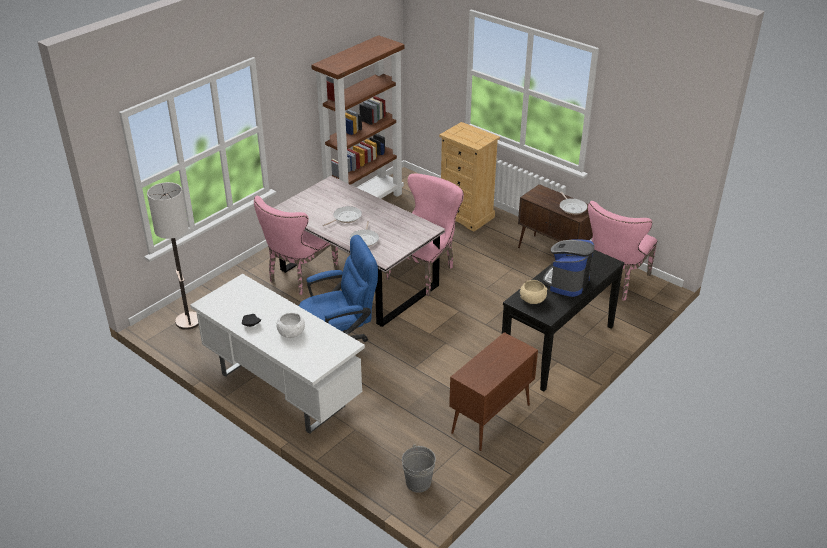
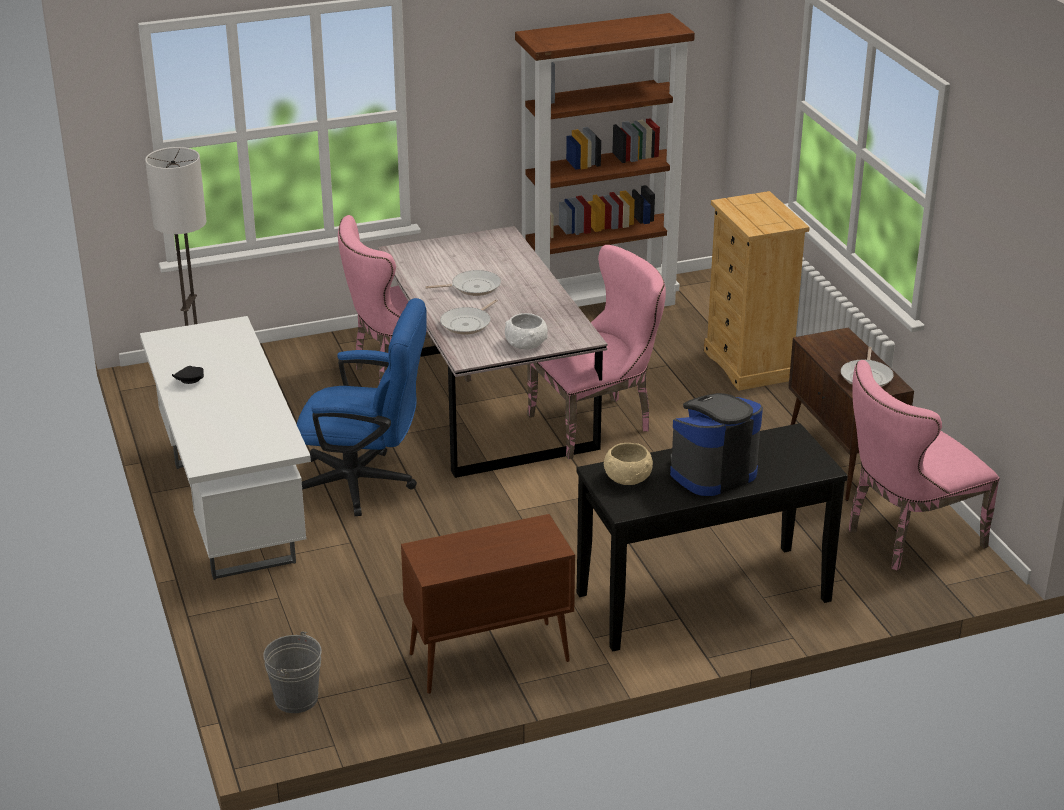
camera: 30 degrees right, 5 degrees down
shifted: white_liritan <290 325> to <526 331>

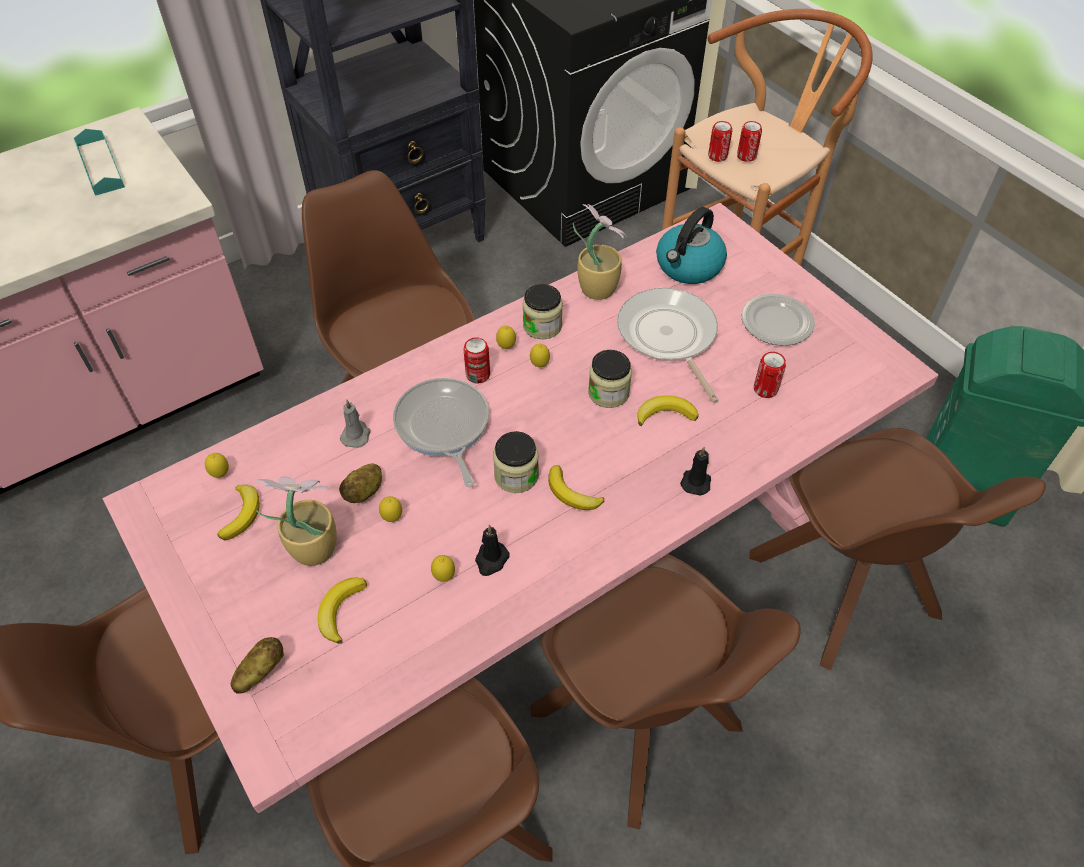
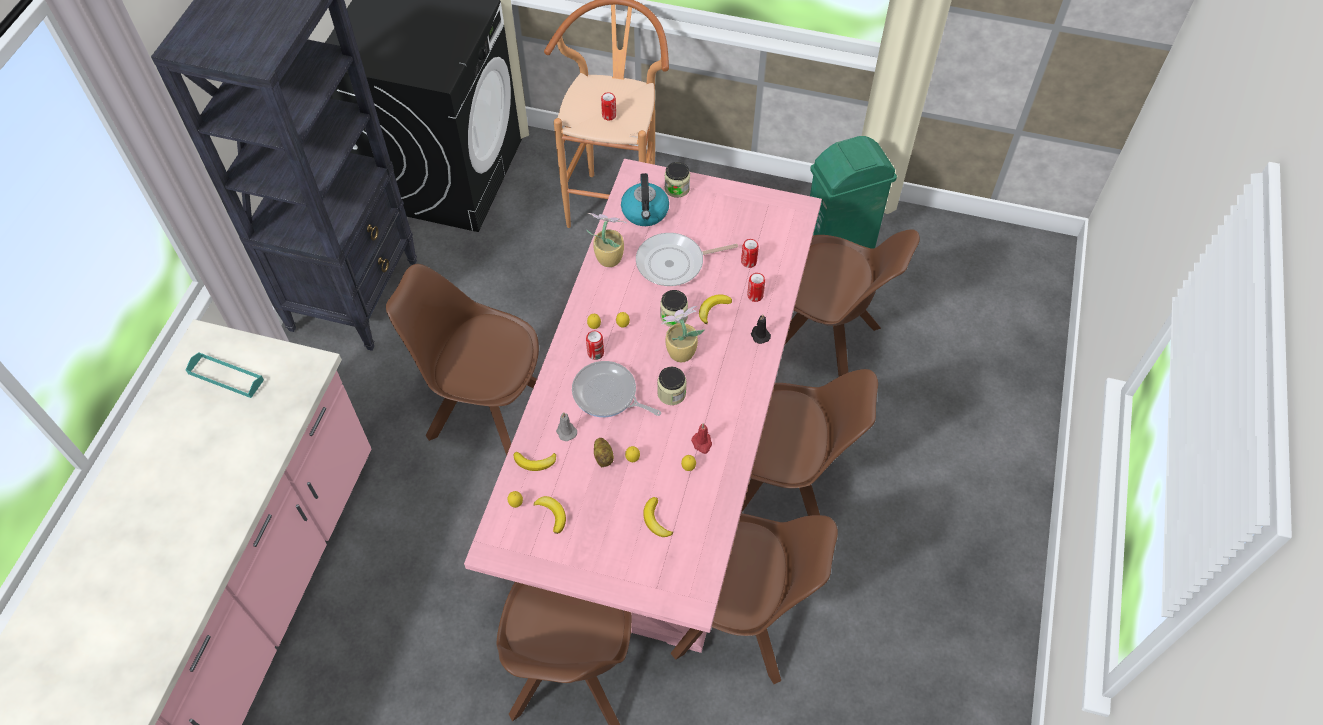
camera: 40 degrees left, 5 degrees up
gone: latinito <778 320>; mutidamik <257 665>
shifted: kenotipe <720 141> to <756 287>; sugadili <542 311> to <677 180>; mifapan <576 487> to <535 461>; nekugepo <296 521> to <683 334>
repainted: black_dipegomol <492 550> to red_dipegomol <701 438>
rotated: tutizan <668 345> = <687 259> 45 degrees counterclockwise

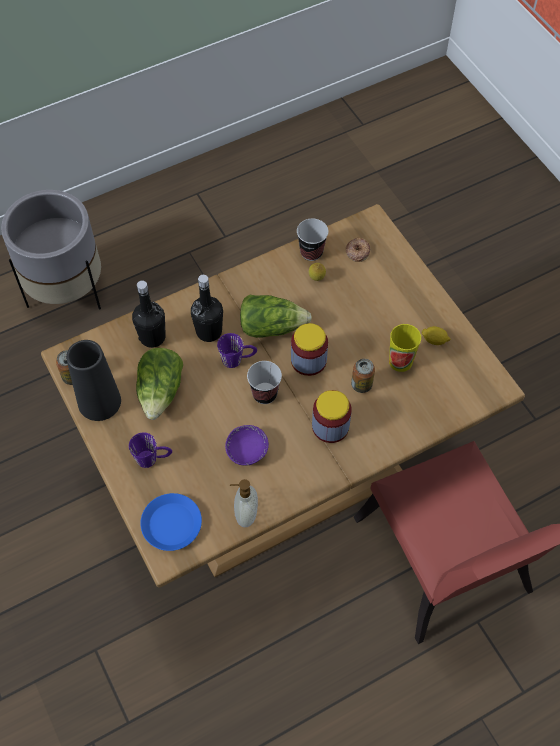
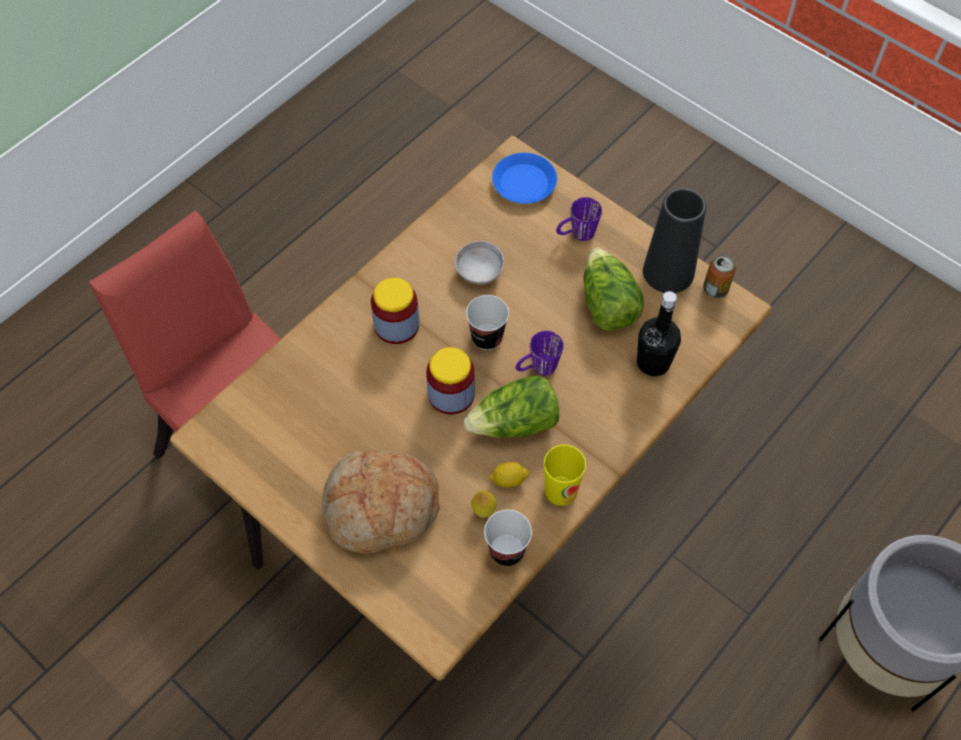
camera: 160 degrees right, 0 degrees up
gone: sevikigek <357 250>; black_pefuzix <207 308>; kenotipe <363 376>; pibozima <244 503>
new: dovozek <381 502>
shifted: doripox <405 348> to <565 475>; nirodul <436 335> to <509 475>
repainted: purple_liritan <247 445> to grey_liritan <479 263>

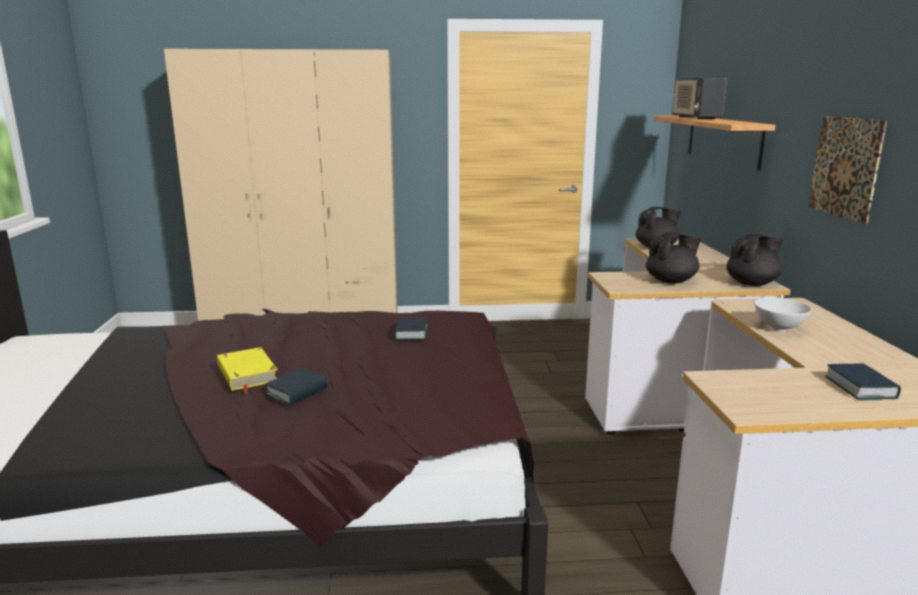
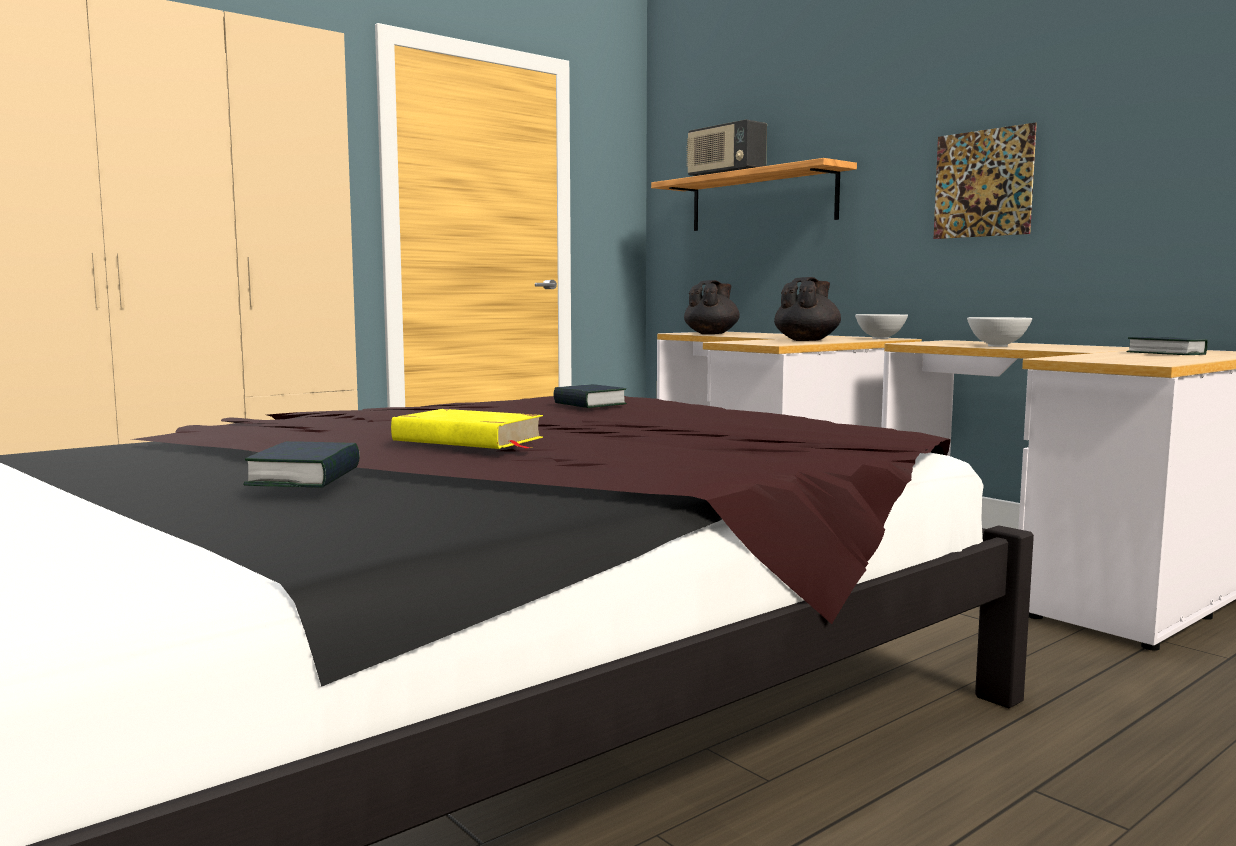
camera: 35 degrees left, 10 degrees down
shifted: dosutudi <296 386> to <301 464>
swapped: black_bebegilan <754 260> to white_liritan <881 326>

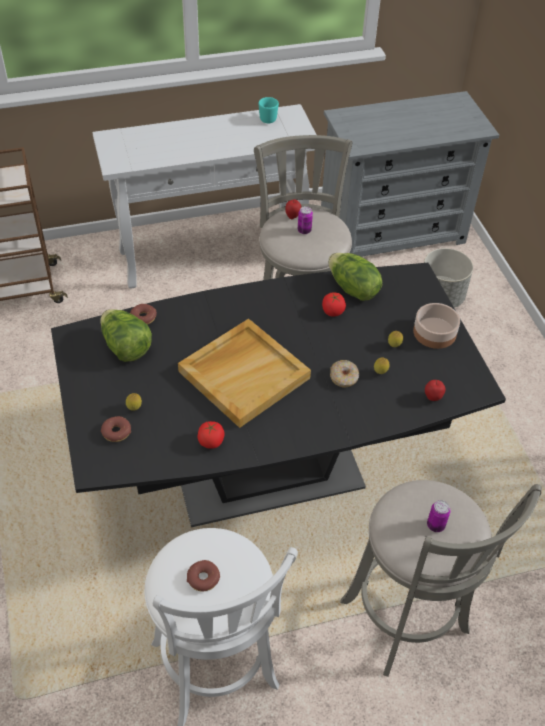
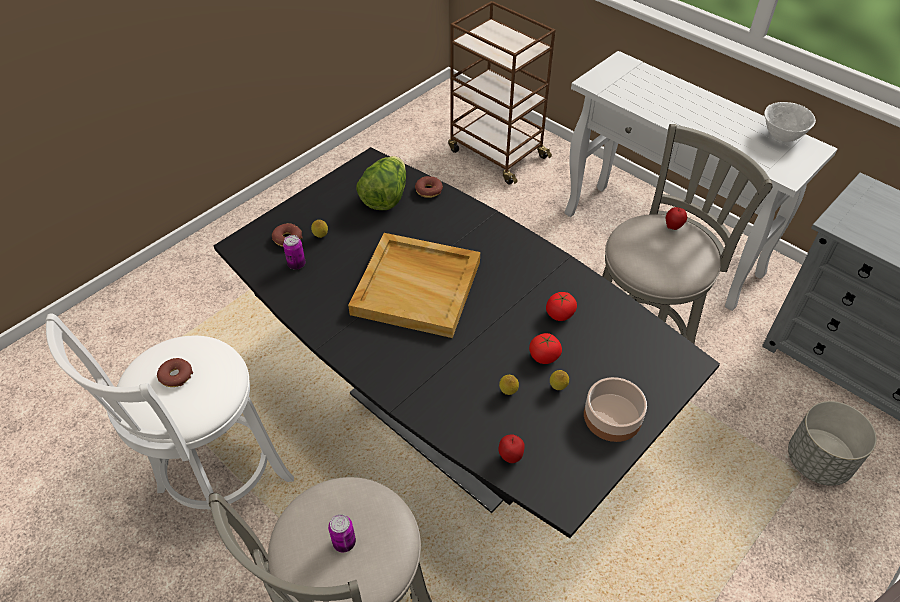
camera: 60 degrees right, 0 degrees up
gone: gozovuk <355 277>; sevikigek <344 374>
shifted: kenotipe <305 220> to <294 252>; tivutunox <211 435> to <545 348>
swapped: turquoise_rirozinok <269 110> to white_liritan <790 122>

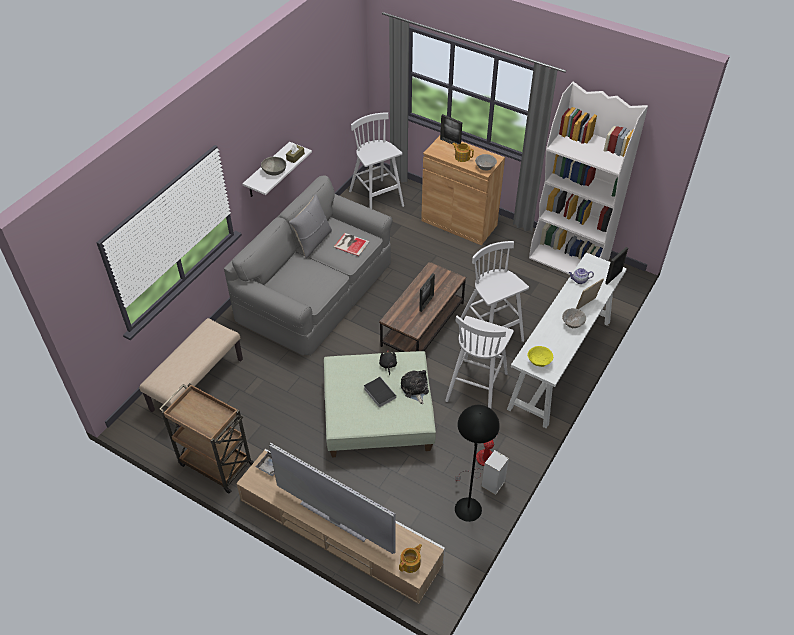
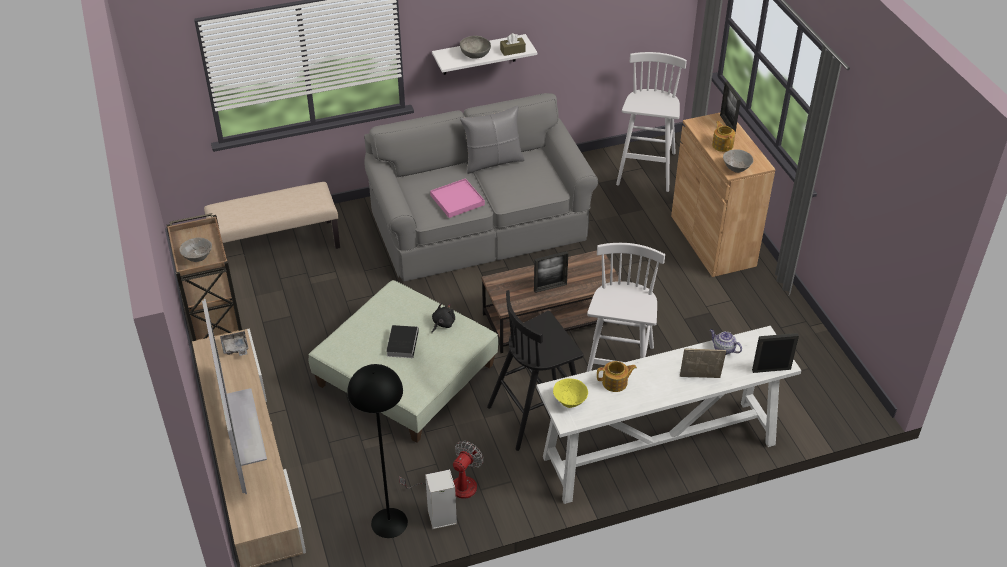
camera: 40 degrees right, 5 degrees down
gone: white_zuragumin <588 178>; dosutudi <352 244>; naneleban <415 387>
new: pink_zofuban <457 198>
shifted: grey_liritan <574 318> to <195 249>; bebegilan <410 558> to <617 376>
repainted: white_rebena <479 361> to black_rebena <535 370>

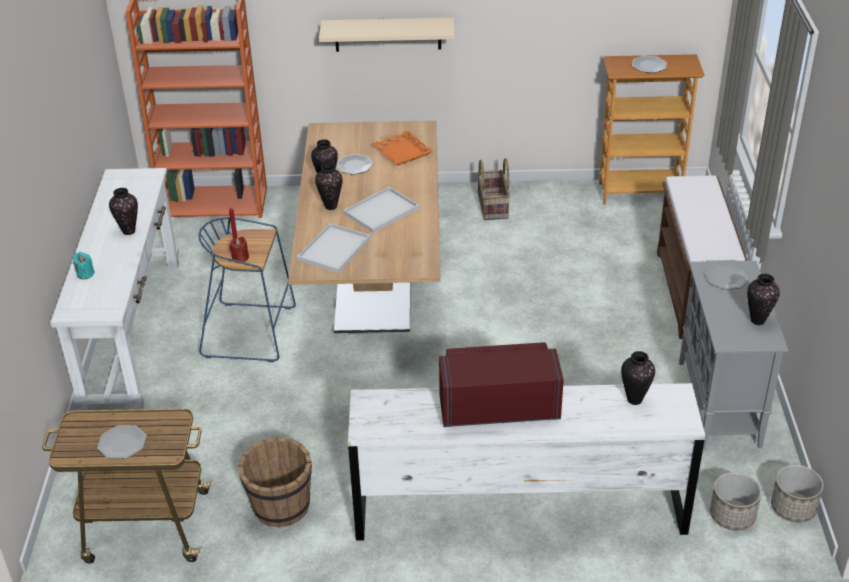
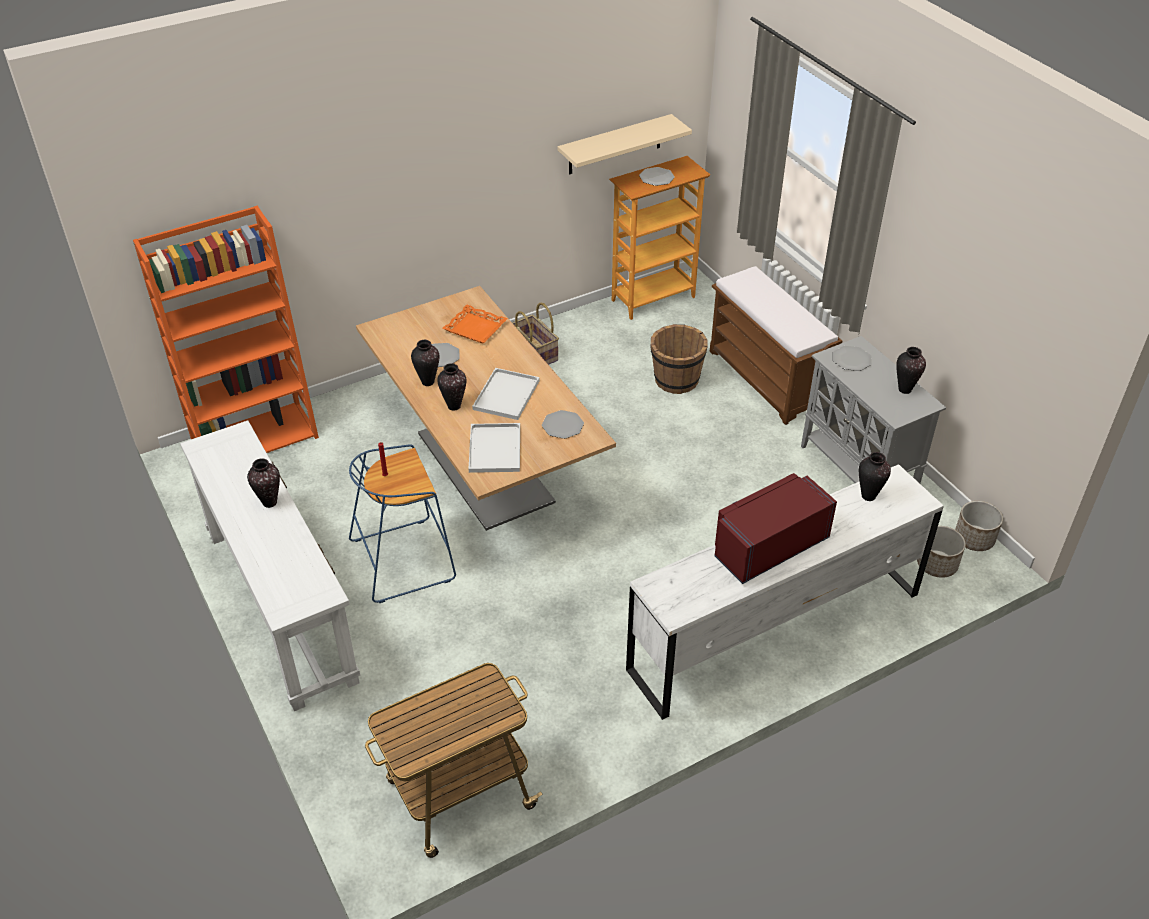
camera: 30 degrees left, 5 degrees up
gone: red_dipegomol <239 250>; turquoise_dipegomol <84 265>
shifted: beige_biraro <387 35> to <625 144>; latinito <122 442> to <563 424>; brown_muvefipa <275 482> to <679 359>

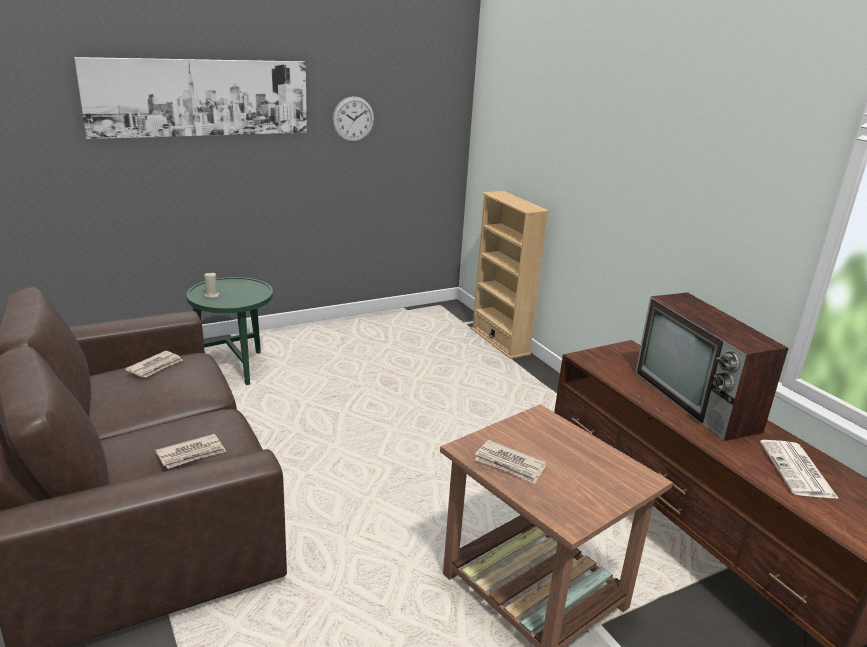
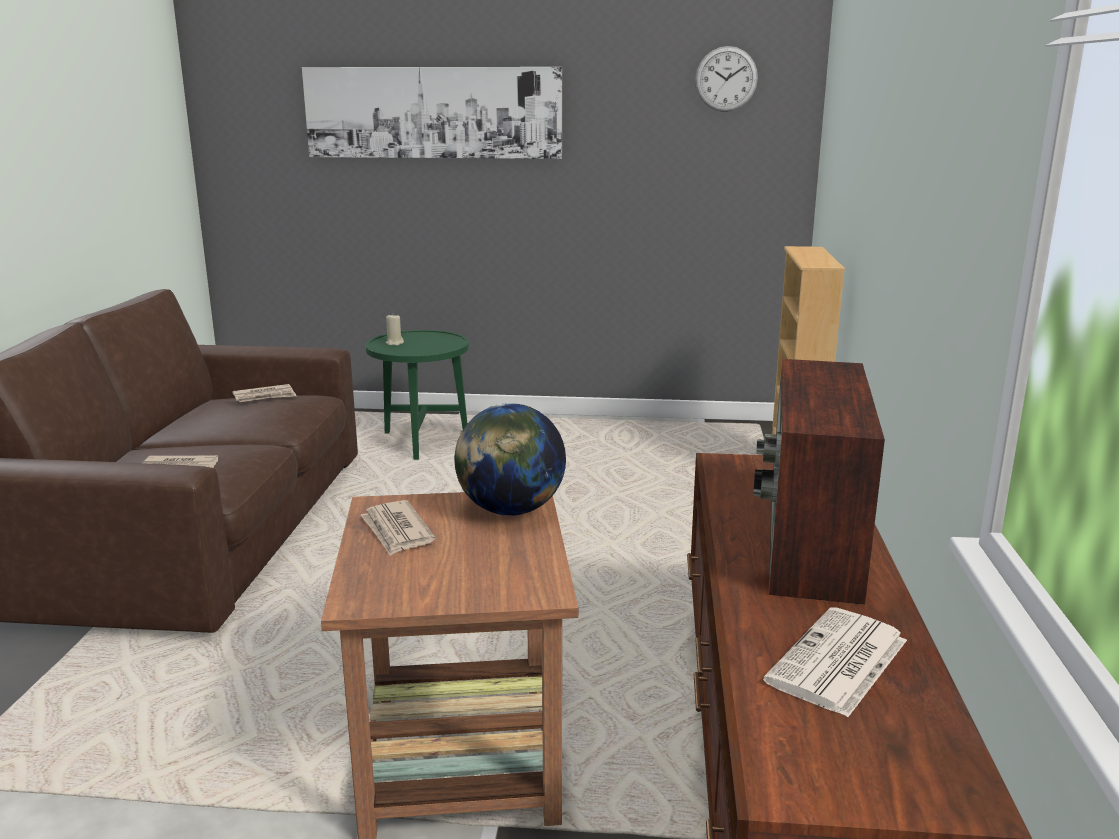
camera: 35 degrees right, 5 degrees down
new: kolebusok <510 459>
shifted: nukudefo <353 119> to <726 79>

